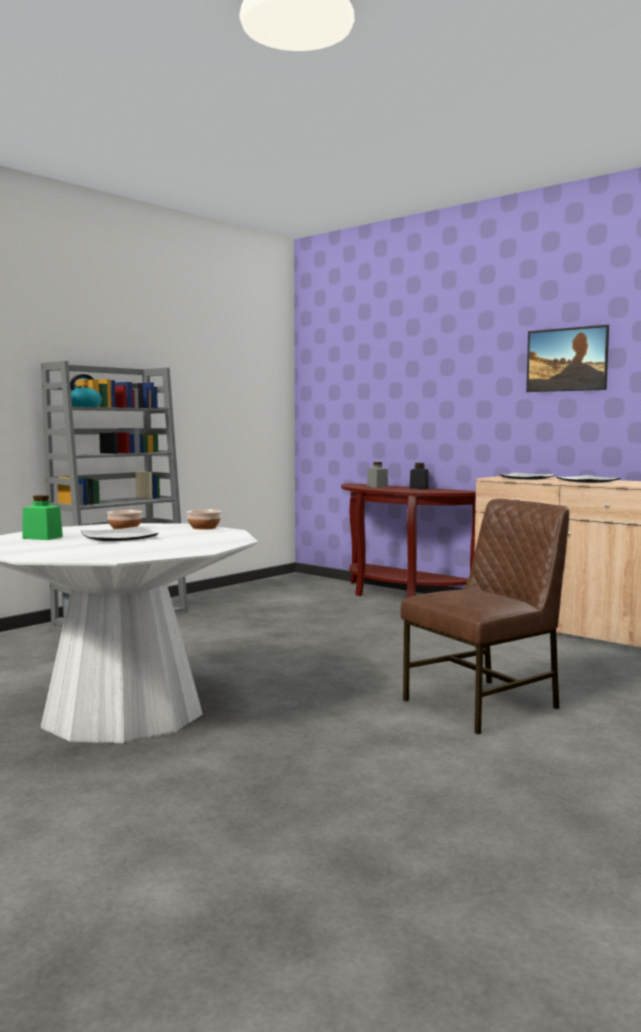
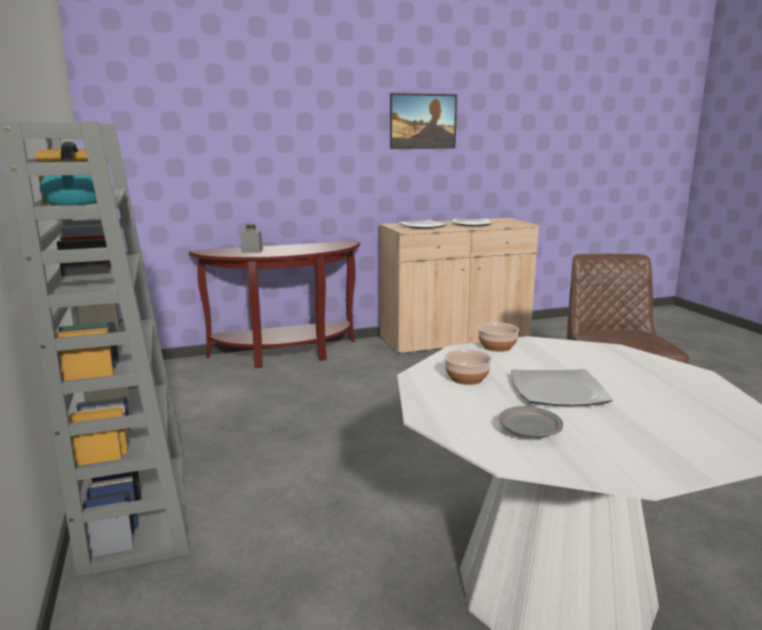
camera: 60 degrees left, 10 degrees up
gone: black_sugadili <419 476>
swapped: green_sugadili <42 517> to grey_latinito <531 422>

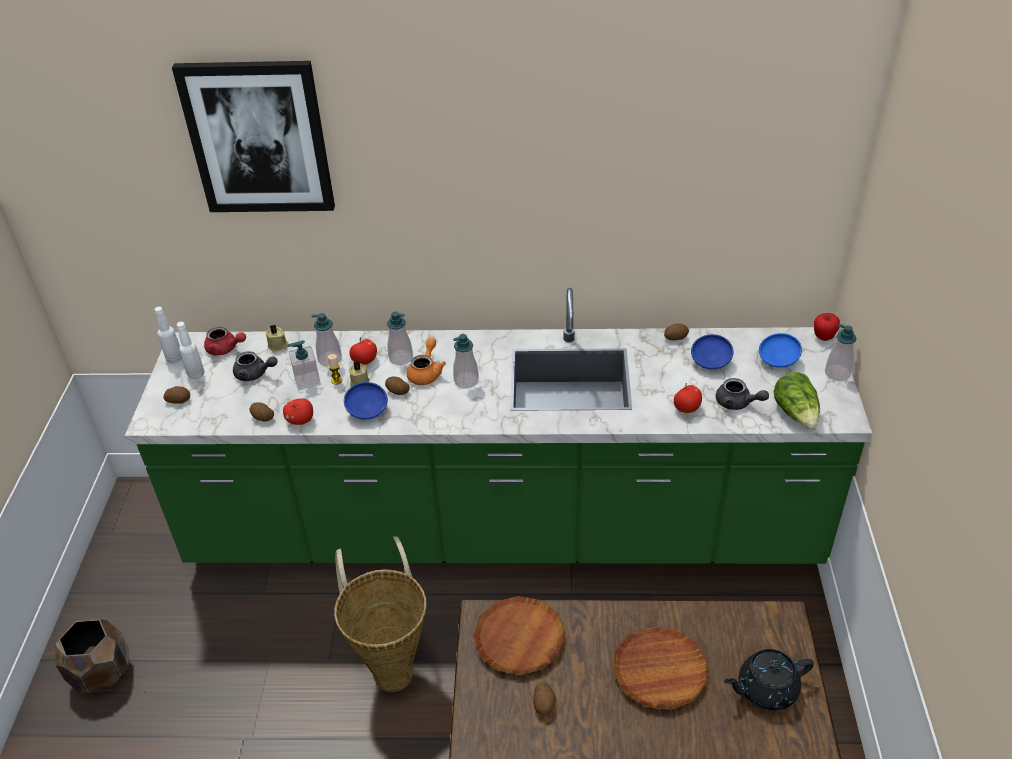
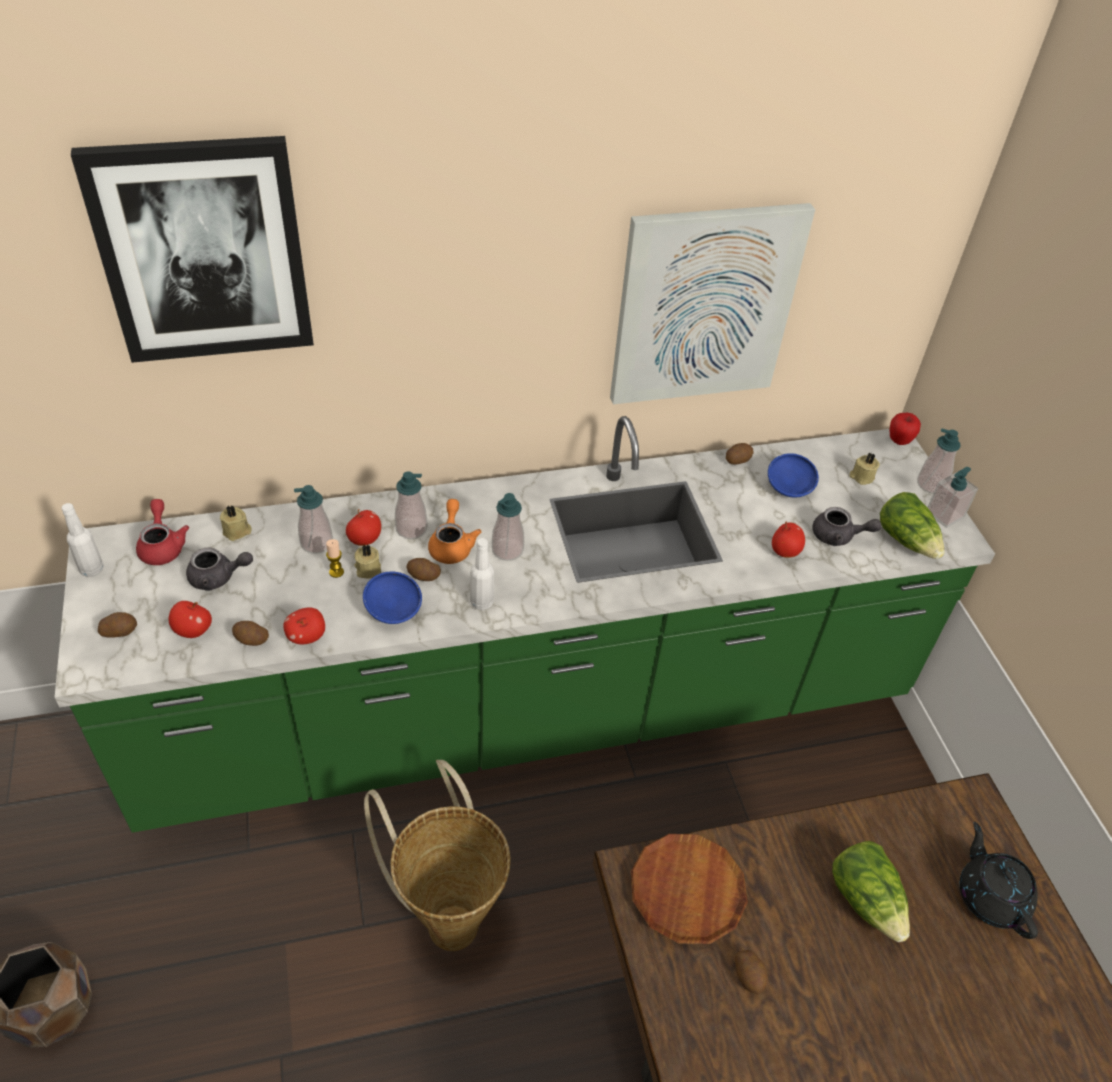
camera: 20 degrees left, 5 degrees up
new: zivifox <712 303>; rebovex <190 619>
shifted: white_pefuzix <191 350> to <482 574>; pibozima <304 365> to <952 497>
swapped: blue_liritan <780 350> to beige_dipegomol <864 468>; brown_latinito <660 668> to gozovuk <871 891>
rotated: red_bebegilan <225 340> = <162 532> 105 degrees counterclockwise; black_bebegilan <769 680> = <999 880> 105 degrees clockwise

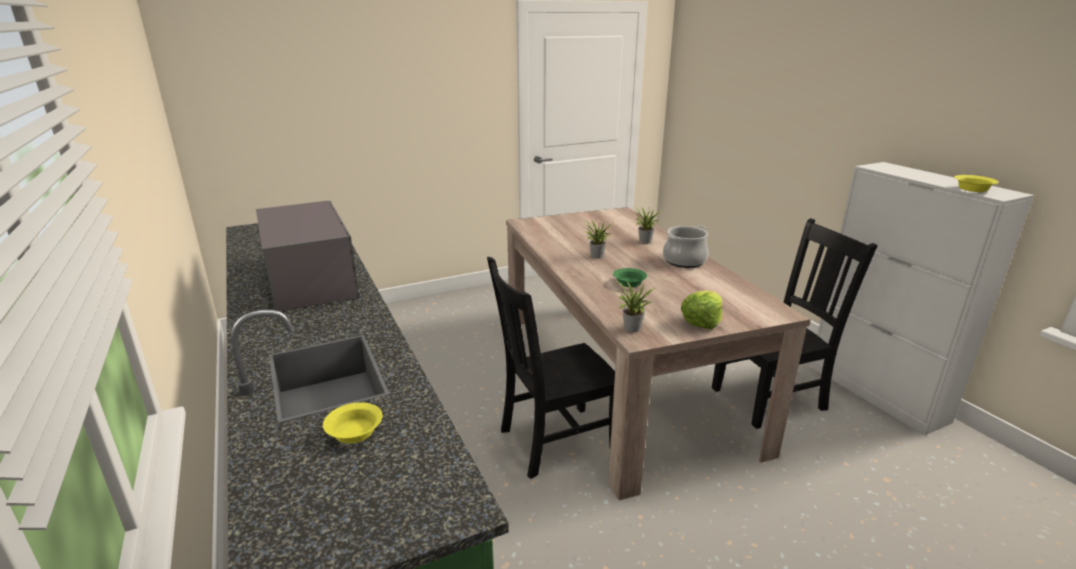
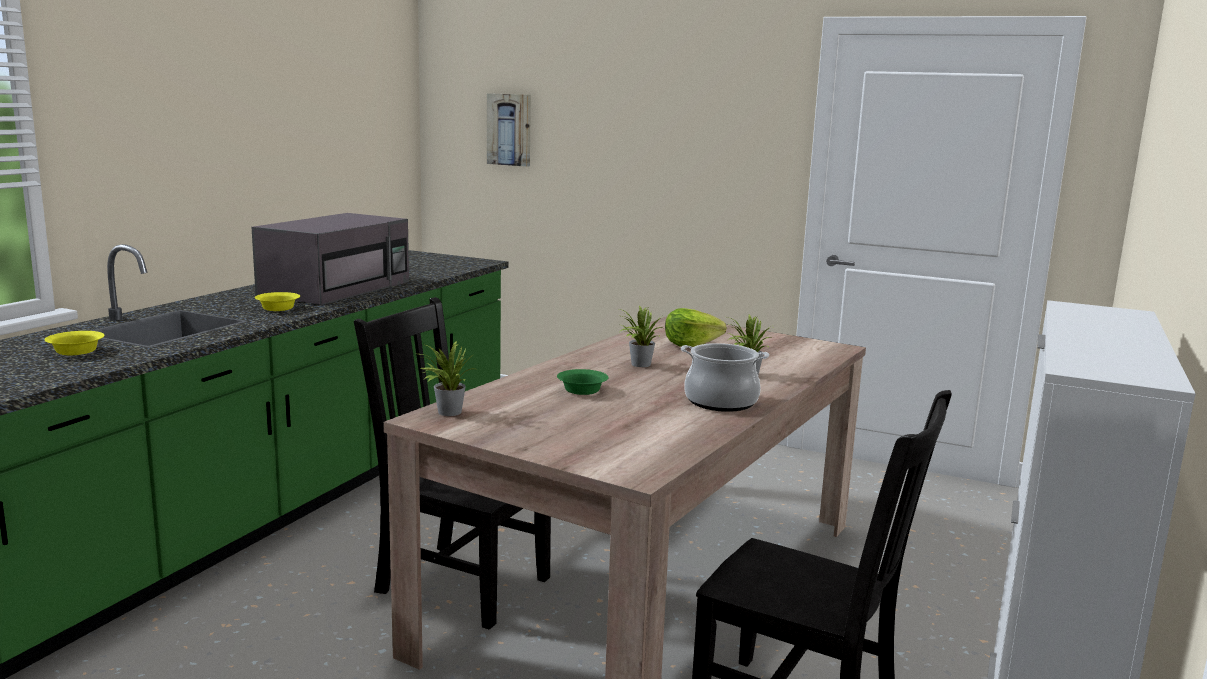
camera: 50 degrees right, 10 degrees down
new: zivifox <509 130>
shifted: yellow_liritan <976 183> to <277 301>; gozovuk <701 309> to <696 327>

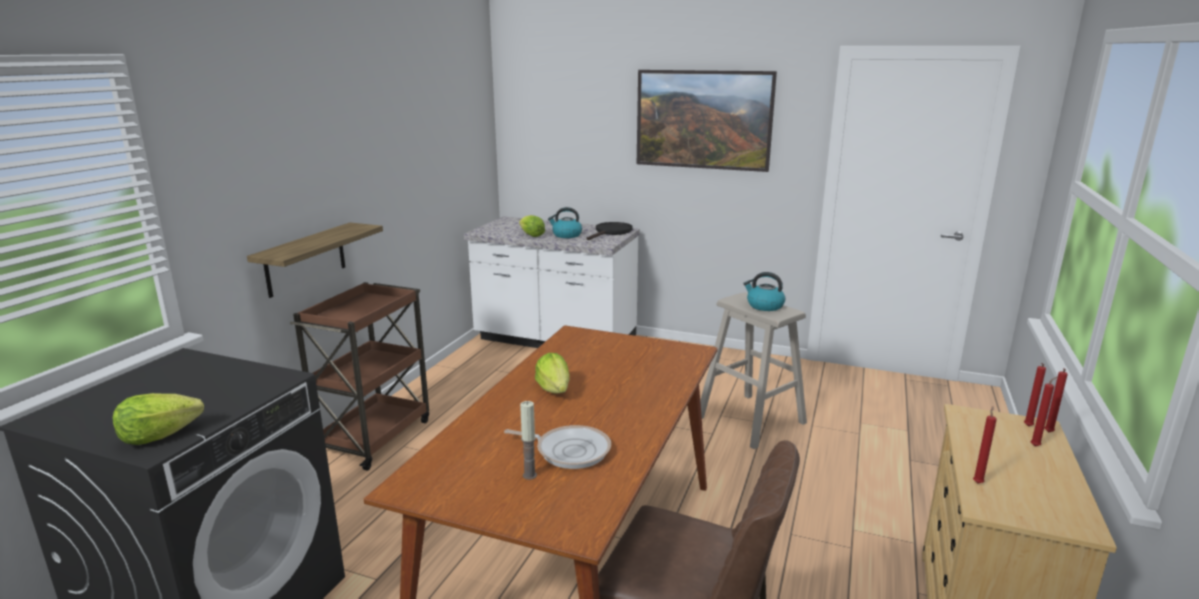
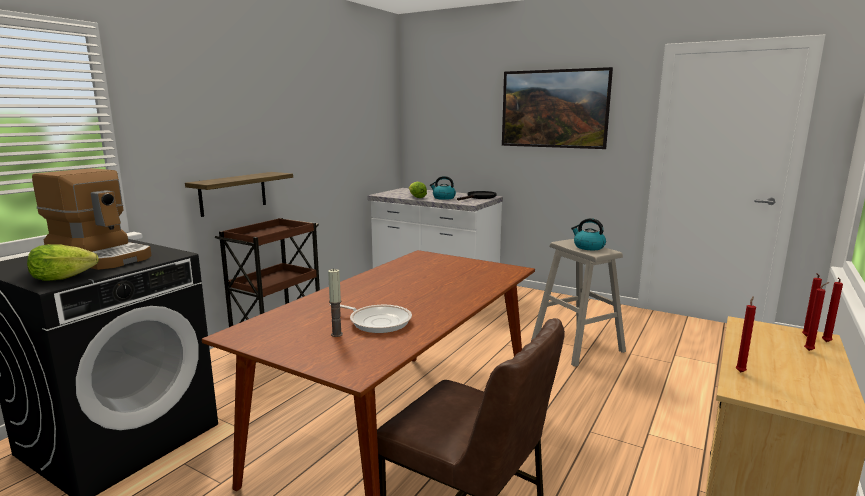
camera: 10 degrees right, 5 degrees down
gone: gozovuk <552 373>
new: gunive <92 219>

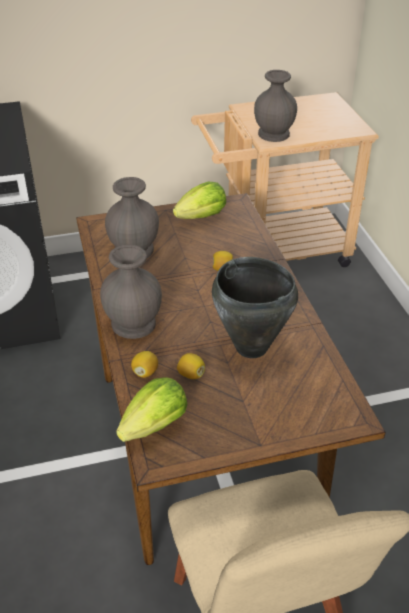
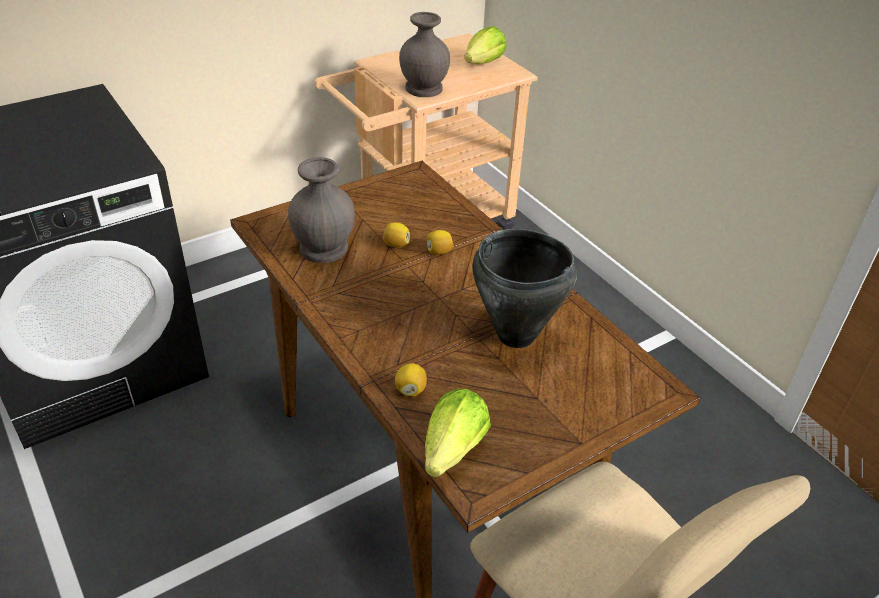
camera: 20 degrees left, 0 degrees up
gone: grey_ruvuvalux <131 292>
shifted: gozovuk <199 200> to <485 45>; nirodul <191 366> to <396 234>

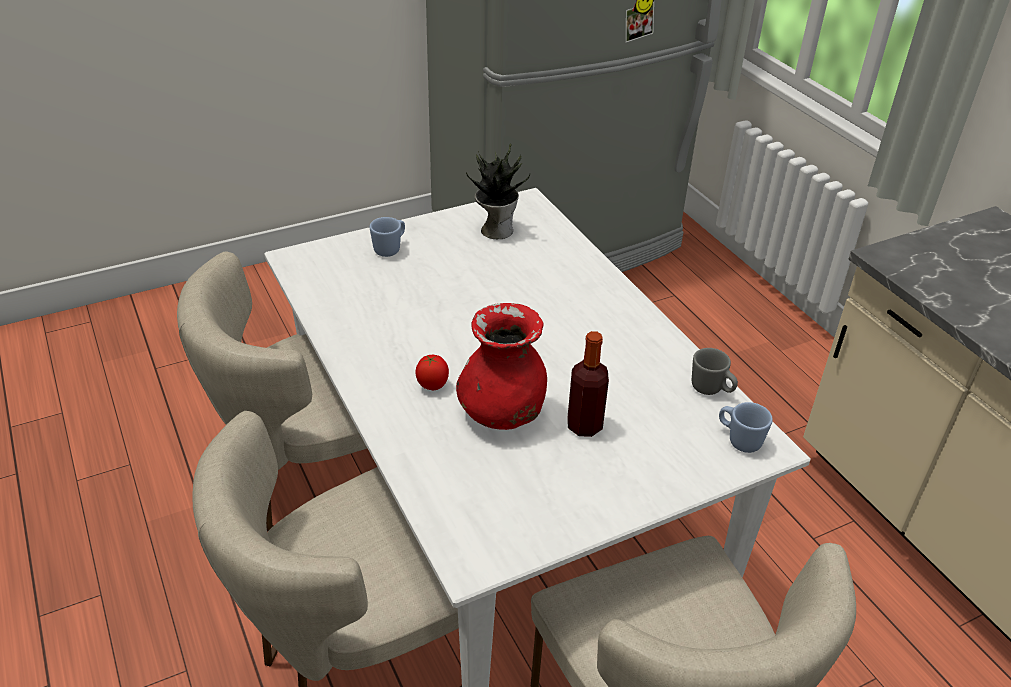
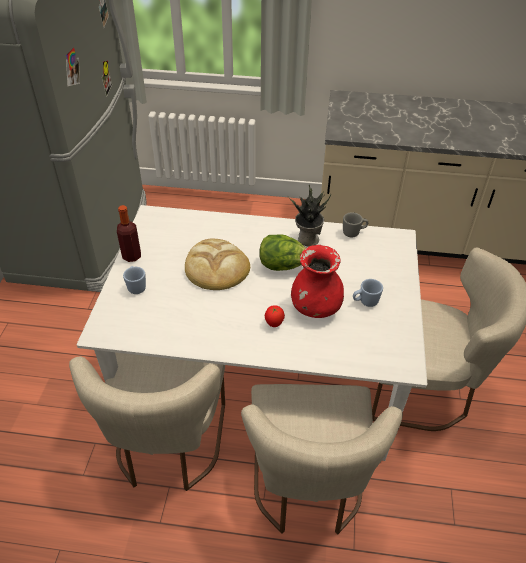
camera: 55 degrees left, 5 degrees up
new: gozovuk <282 252>; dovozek <217 264>
shifted: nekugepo <498 191> to <309 216>; pefuzix <588 384> to <129 233>; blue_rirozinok <746 427> to <368 293>

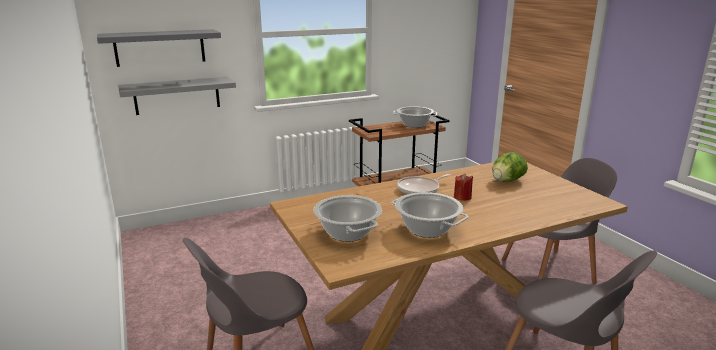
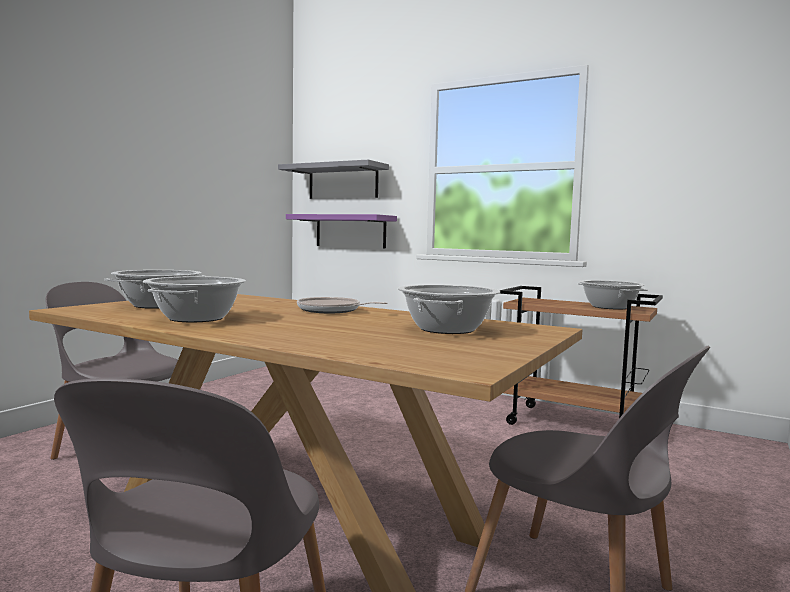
camera: 55 degrees right, 15 degrees down
gone: red_dipegomol <463 187>
swapped: gozovuk <510 167> to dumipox <449 309>
repainted: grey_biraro <177 96> to purple_biraro <341 231>

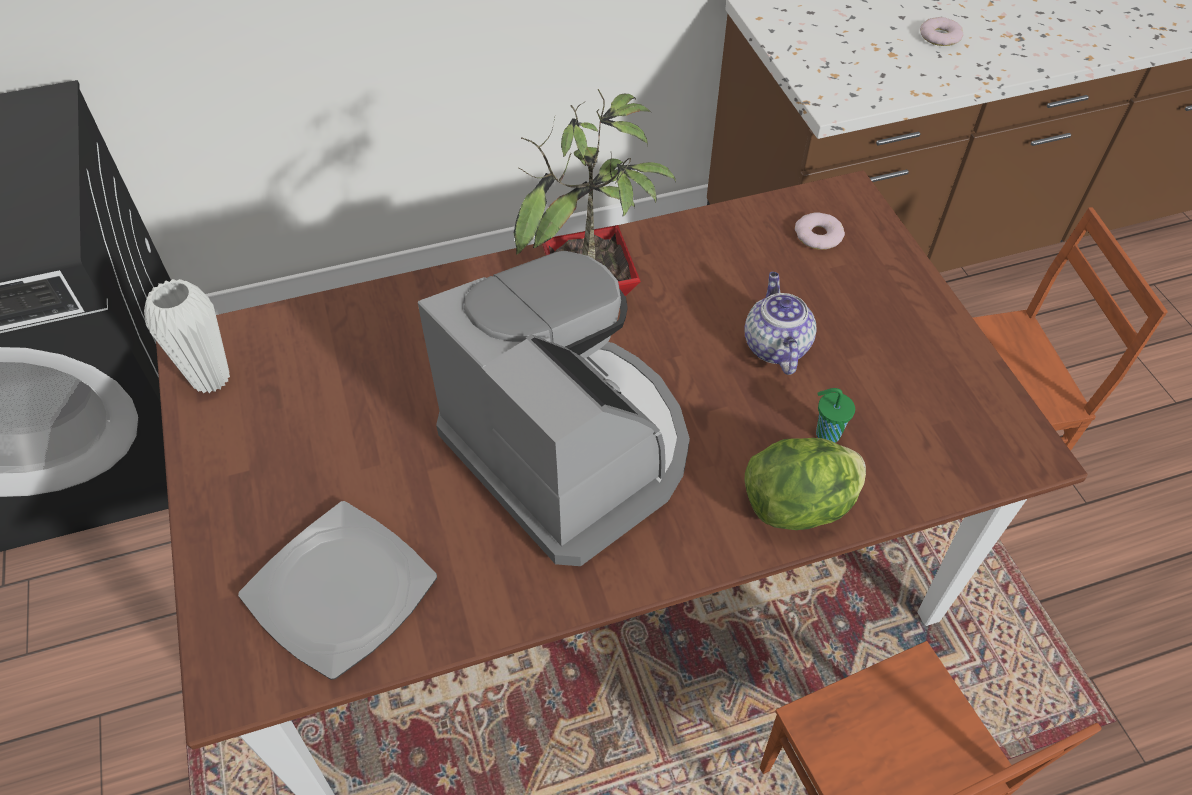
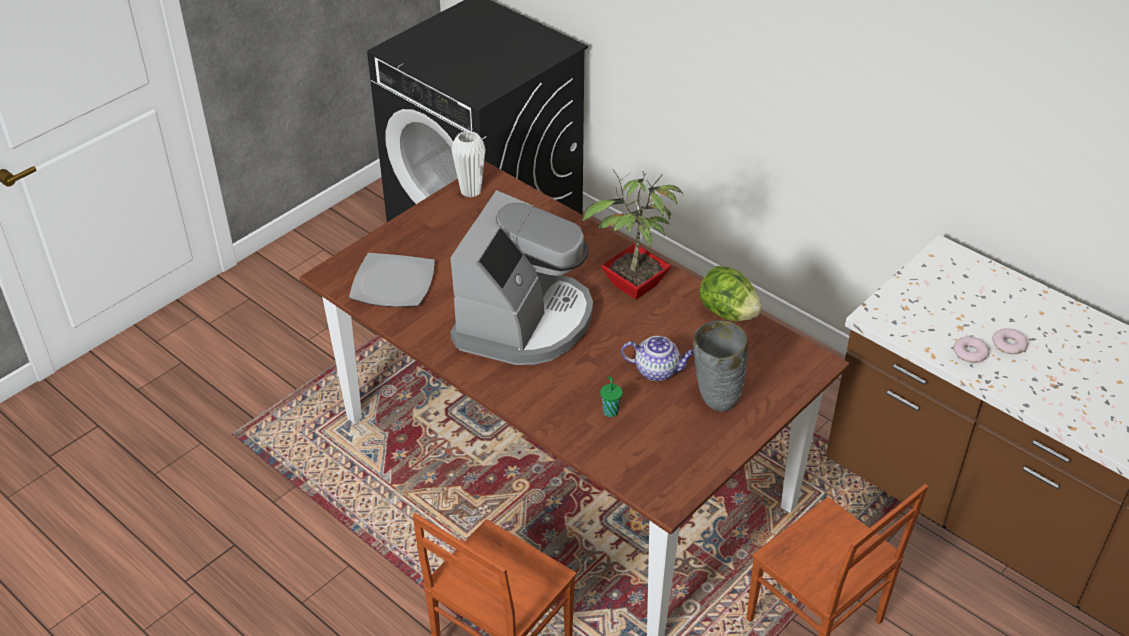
camera: 60 degrees right, 10 degrees down
new: grey_ruvuvalux <720 366>
shifted: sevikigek <820 231> to <971 349>; gozovuk <805 484> to <730 293>
rotated: bebegilan <781 323> = <657 358> 45 degrees clockwise

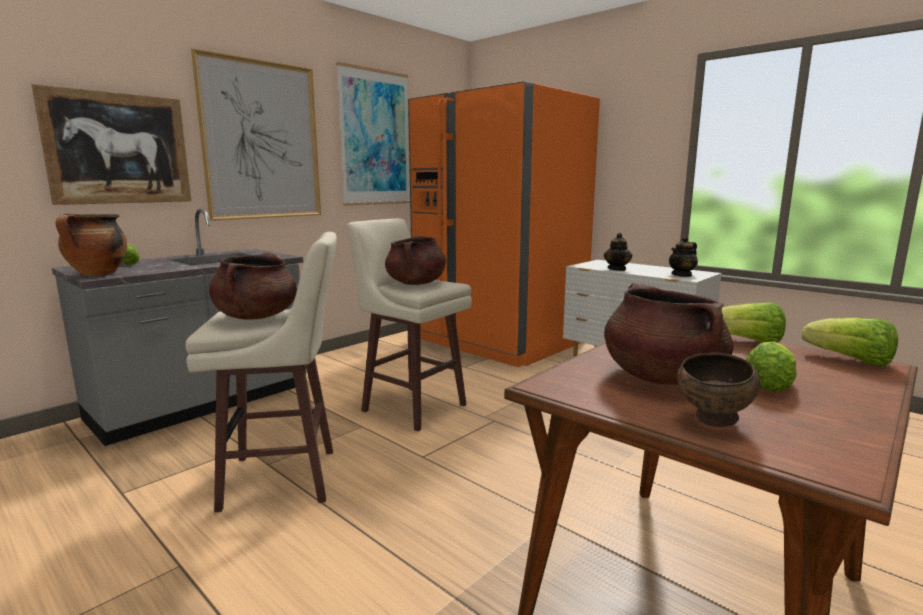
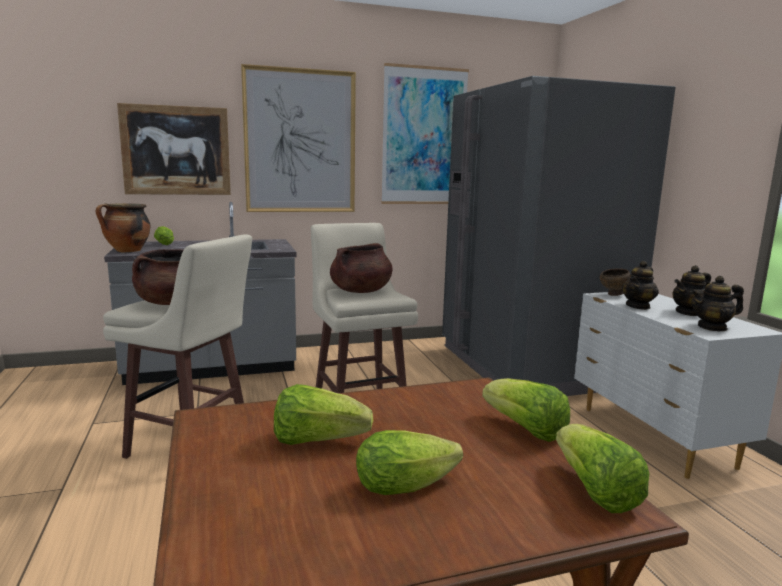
camera: 30 degrees right, 0 degrees up
new: bebegilan <691 290>
shifted: brown_liritan <718 390> to <615 282>
swapped: brown_dumipox <669 334> to gozovuk <323 414>
repainted: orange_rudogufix <504 224> to grey_rudogufix <558 236>

